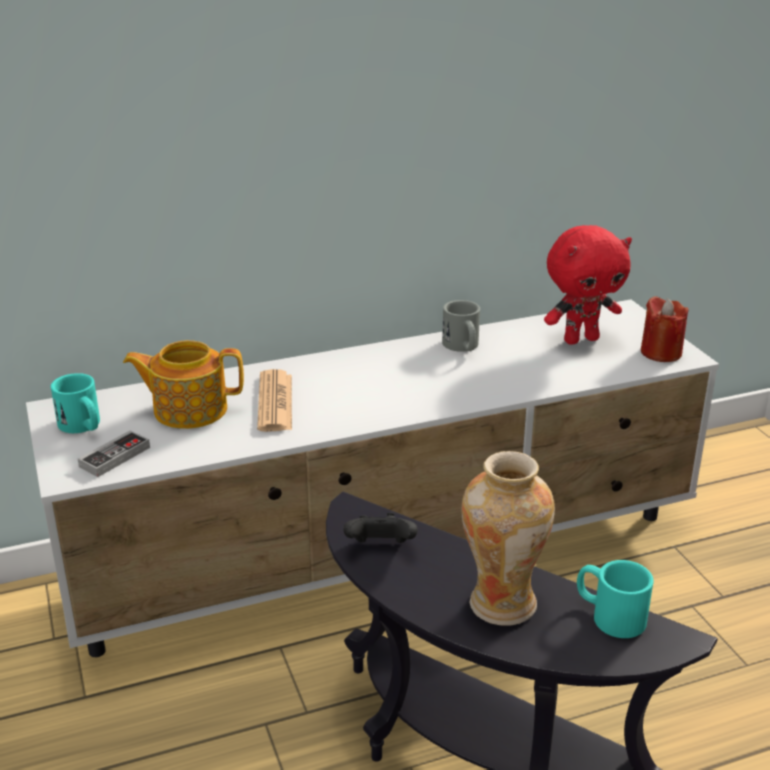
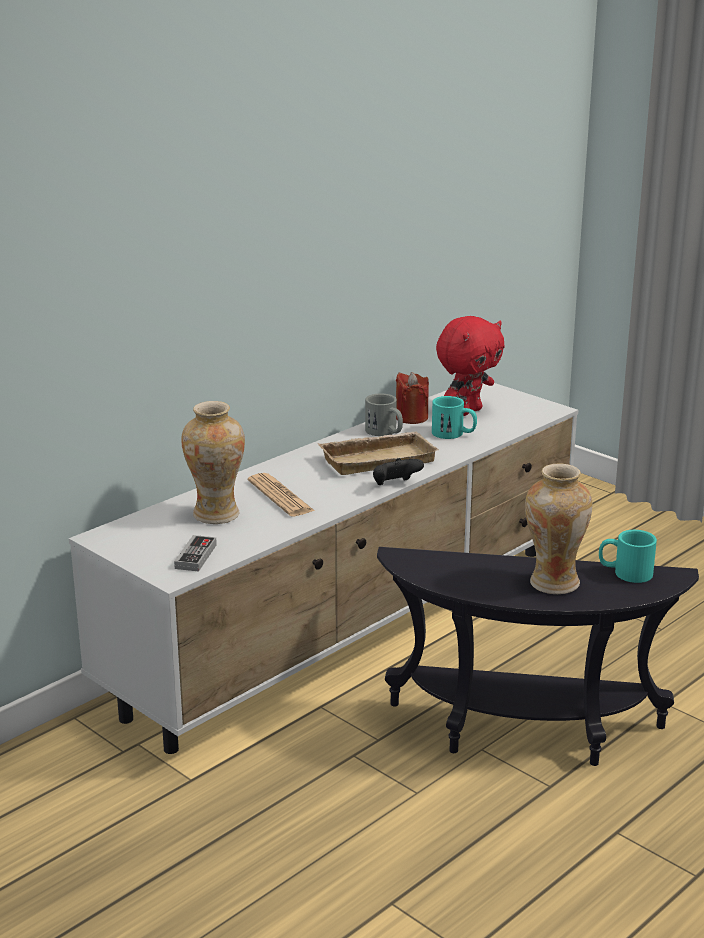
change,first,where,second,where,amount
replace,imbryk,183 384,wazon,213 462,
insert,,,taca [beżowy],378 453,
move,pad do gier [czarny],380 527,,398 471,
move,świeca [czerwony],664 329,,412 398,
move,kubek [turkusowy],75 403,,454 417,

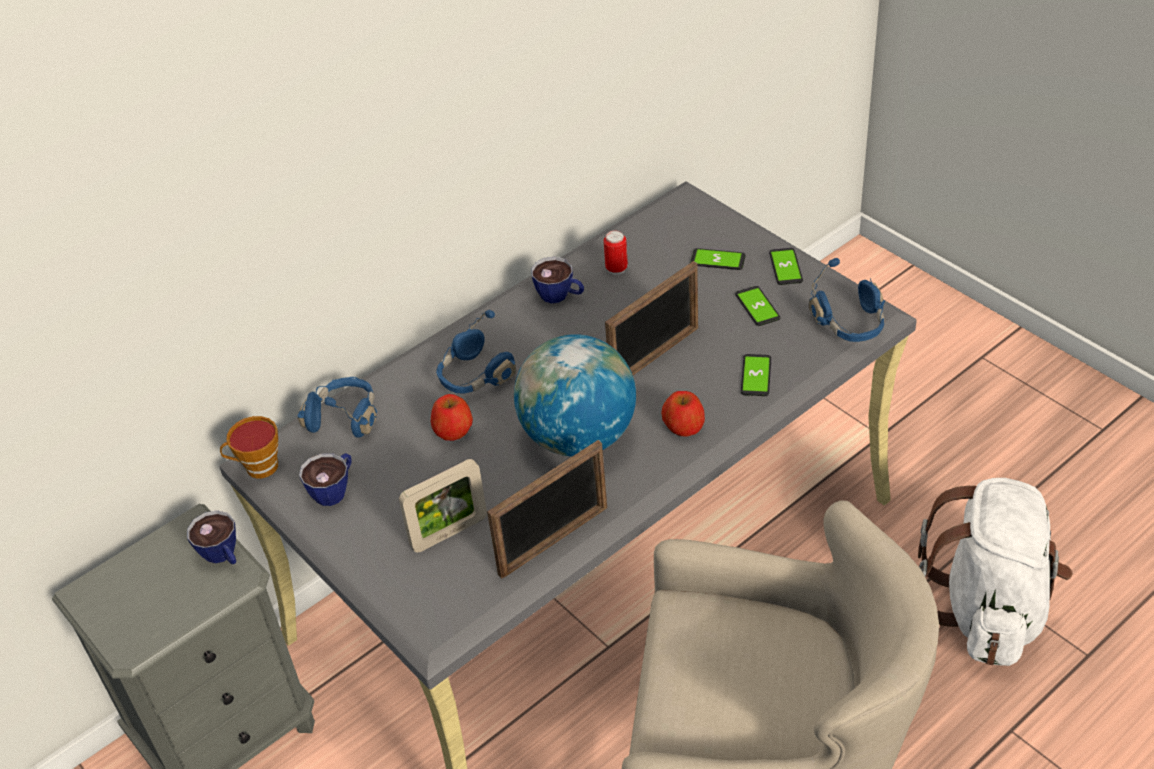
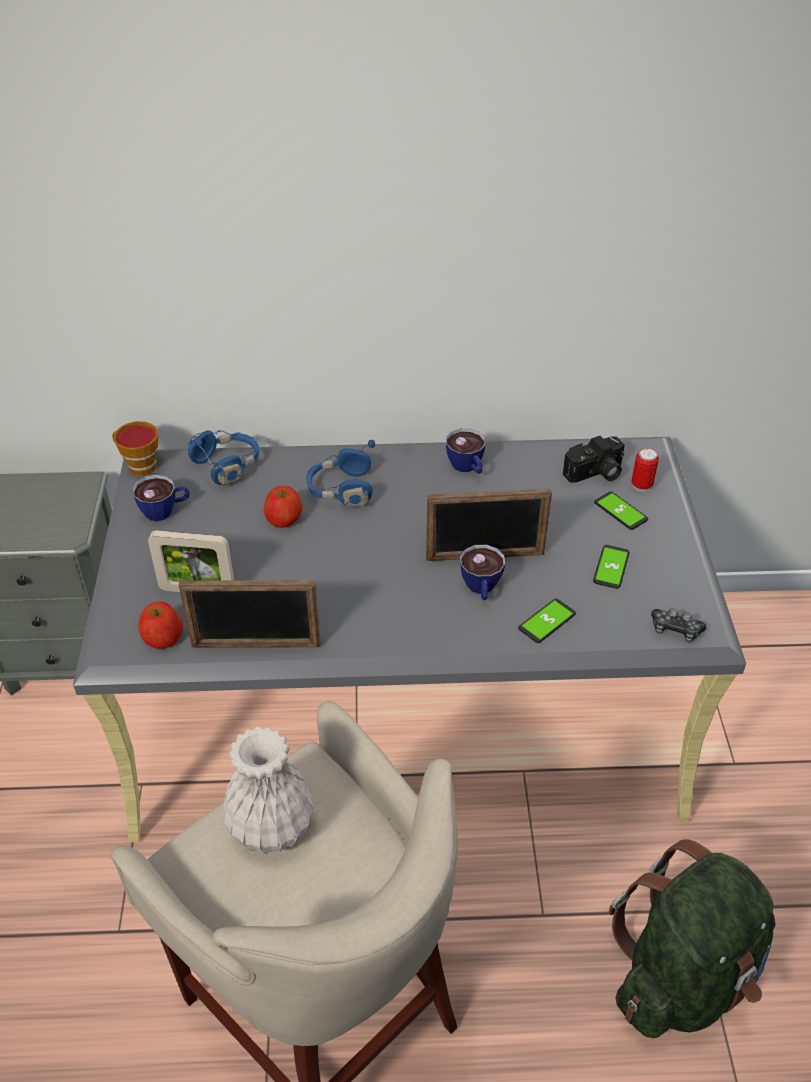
change,first,where,second,where,amount
move,jabłko,683 414,,160 625,
insert,,,wazon [biały],268 790,
move,filiżanka,211 537,,482 572,
insert,,,aparat fotograficzny,594 459,
recolor,plecak [biały],995 572,plecak [zielony],692 938,
move,puszka,616 253,,645 469,
replace,słuchawki [niebieski],847 300,pad do gier,678 625,
delete,globus,575 395,,,
delete,telefon,786 266,,,

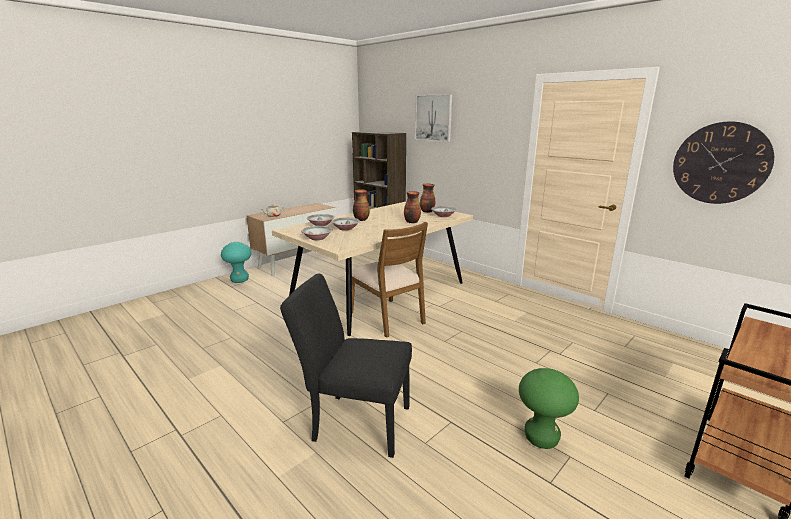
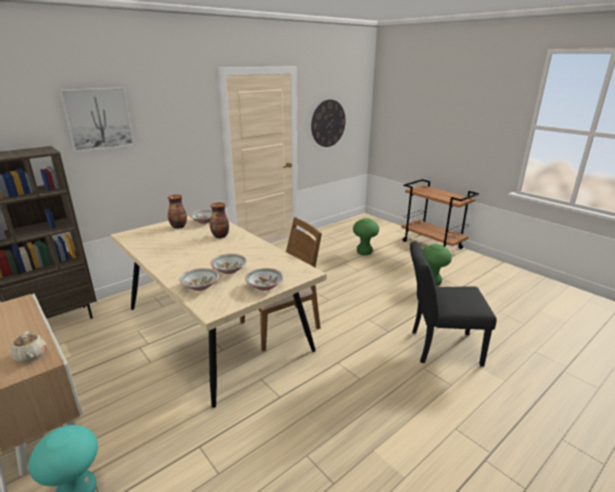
change,first,where,second,where,amount
insert,,,stołek [zielony],366 236,
rotate,krzesło [czarny],346 366,,453 304,75 degrees clockwise
delete,wazon,361 205,,,

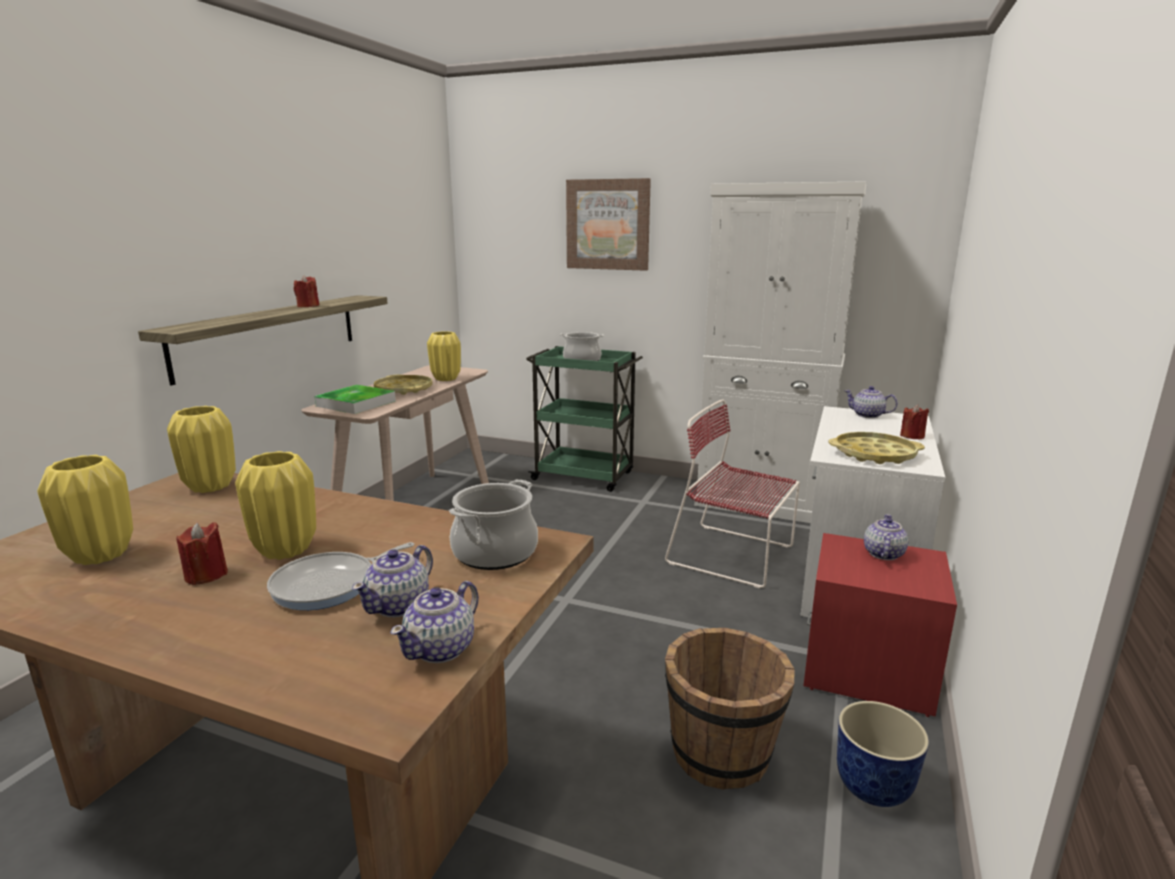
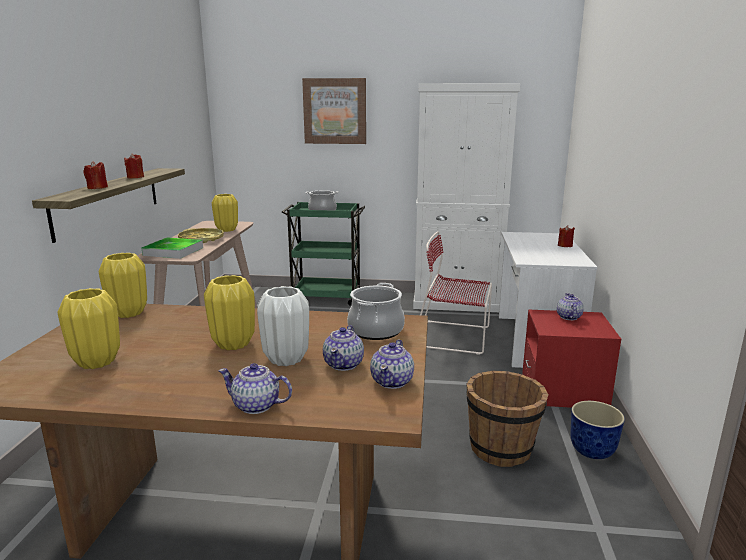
change,first,where,second,where,amount
move,świeca [czerwony],202 553,,96 175,
move,imbryk,871 402,,255 388,
replace,patelnia,340 576,wazon [biały],283 326,
delete,taca [żółty],876 448,,,

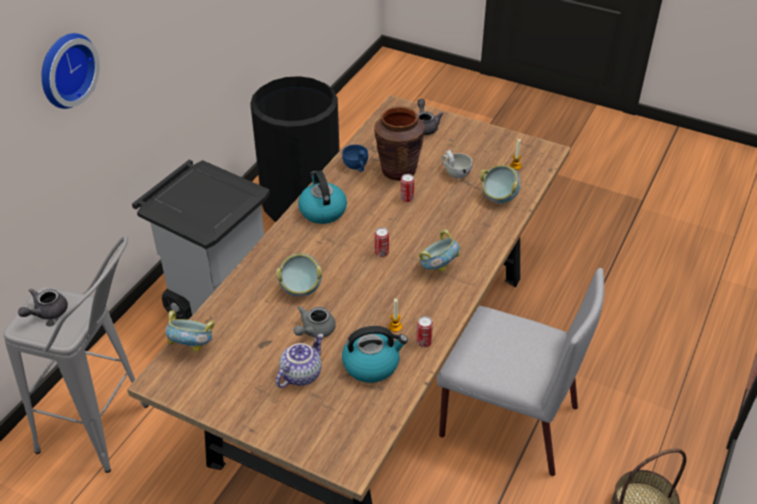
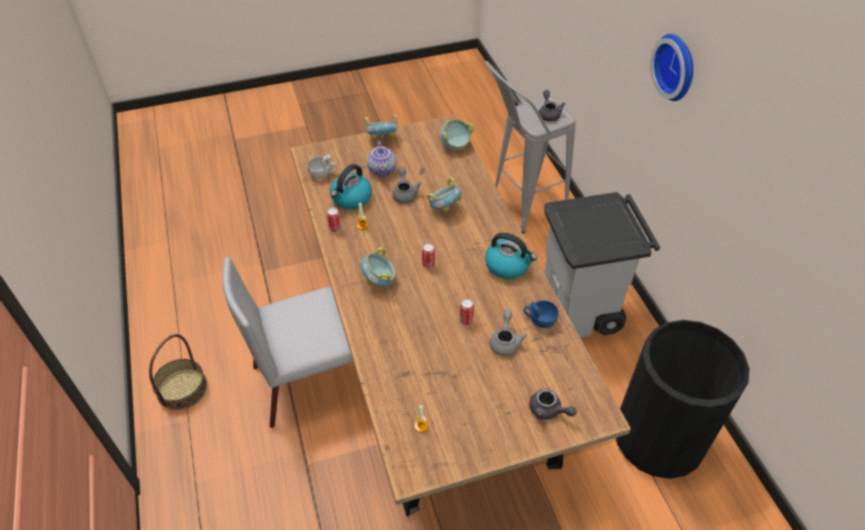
change,first,where,second,where,amount
move,filiżanka [biały],457 164,,322 166,
move,miska,500 184,,381 126,
replace,wazon [brązowy],399 143,imbryk [szary],508 333,

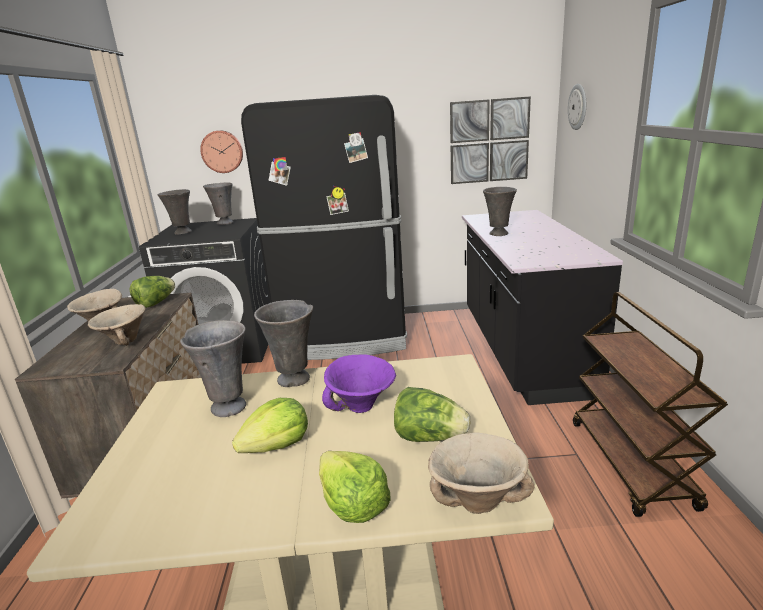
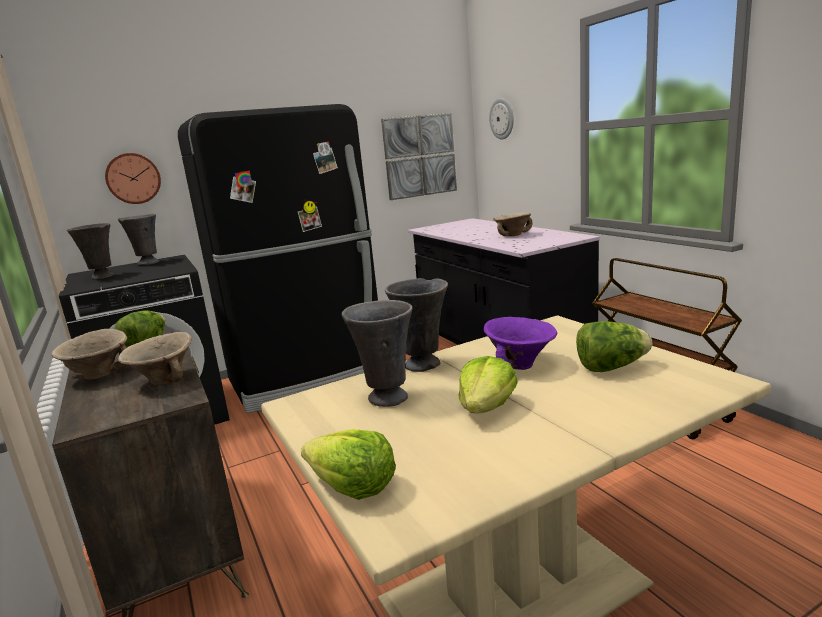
change,first,where,second,where,amount
move,sałata,355 487,,348 464,
move,miska [beżowy],481 473,,513 224,
delete,wazon [szary],500 211,,,

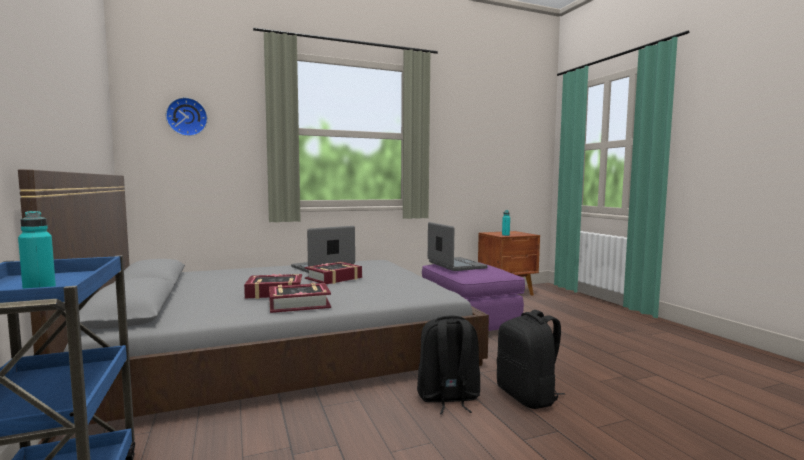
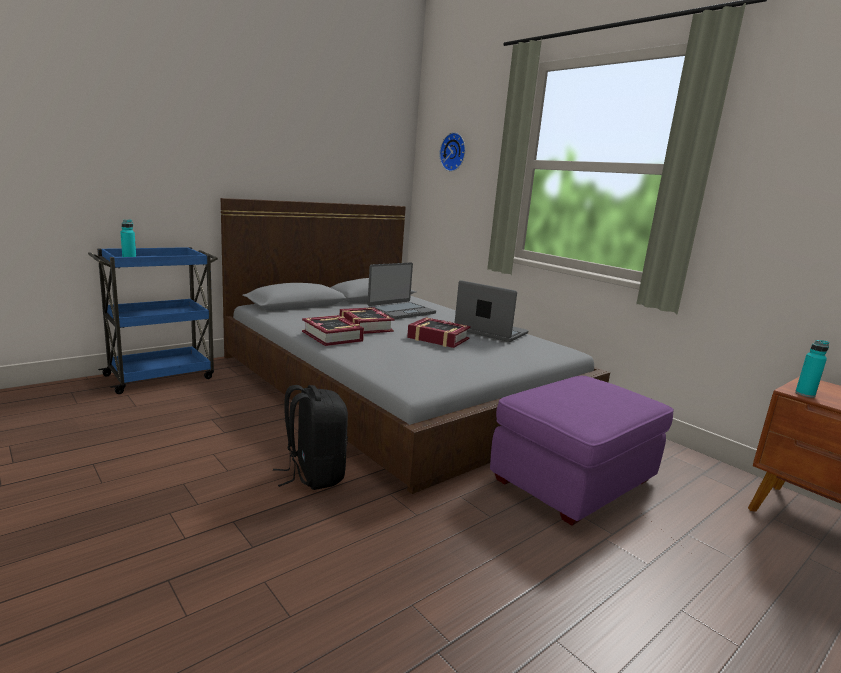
change,first,where,second,where,amount
move,laptop,458 246,,402 290,
delete,plecak [czarny],531 359,,,

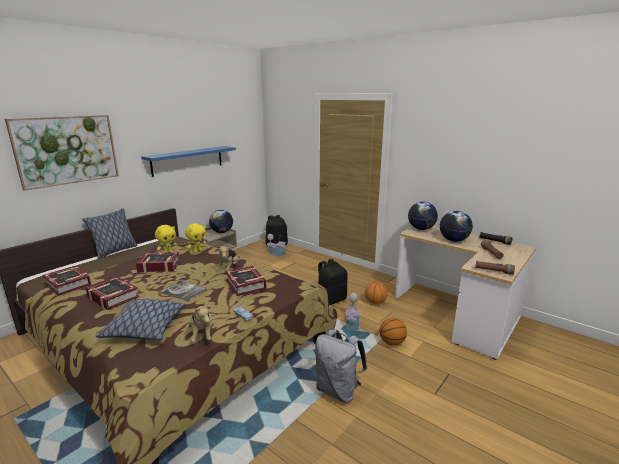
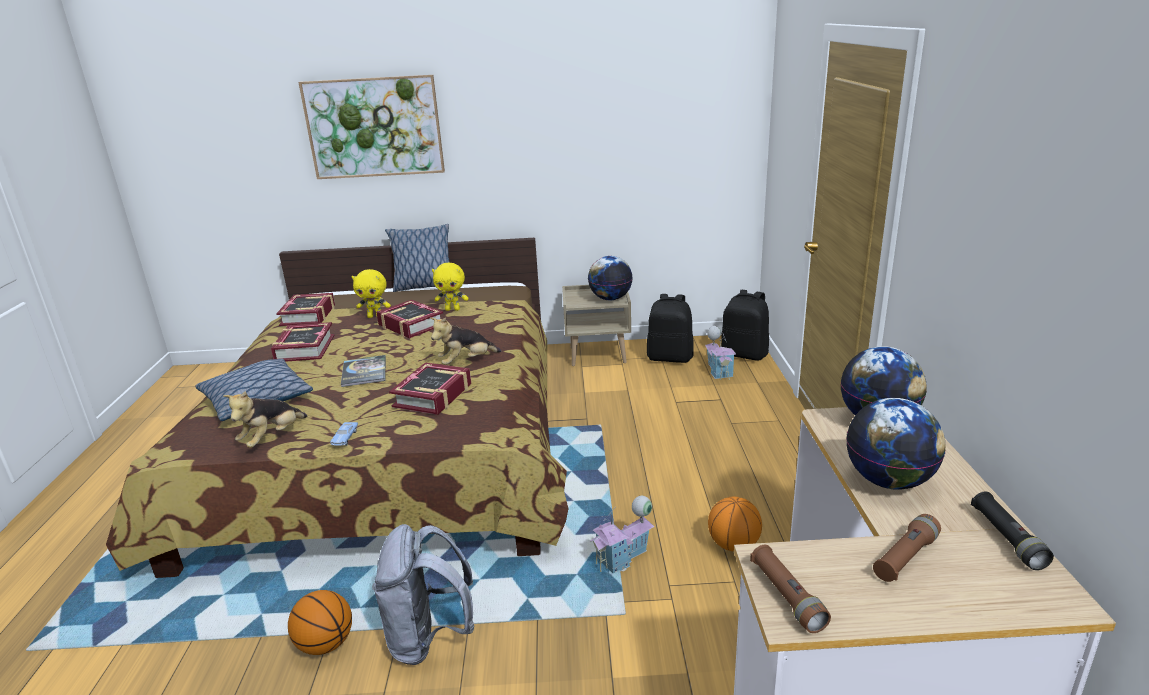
change,first,where,second,where,amount
move,piłka do koszykówki,393 332,,320 622,
move,pluszak [żółty],196 238,,371 293,
move,plecak [czarny],333 282,,670 328,
delete,półka [niebieski],188 161,,,

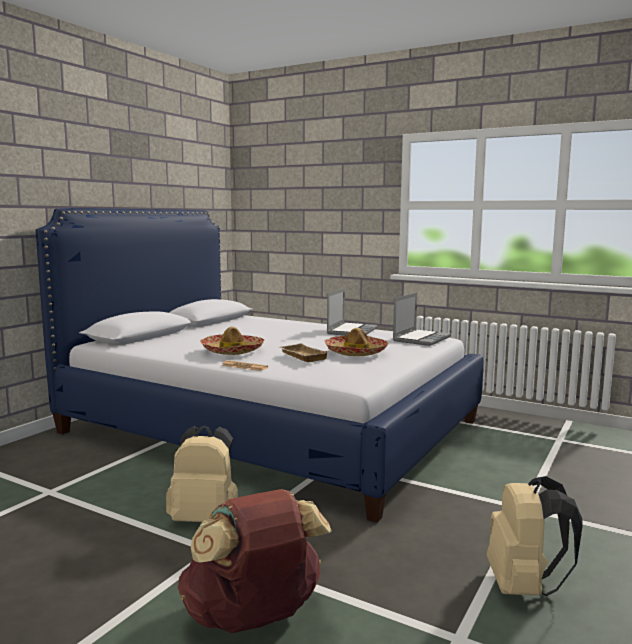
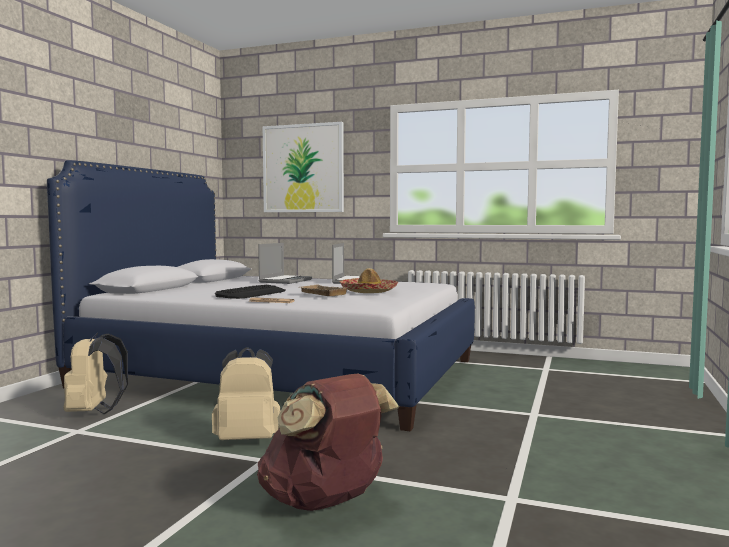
change,first,where,second,where,amount
move,plecak [beżowy],535 536,,96 373,
replace,kapelusz,232 340,klawiatura,250 292,
move,laptop,422 319,,285 263,
insert,,,obraz,303 167,

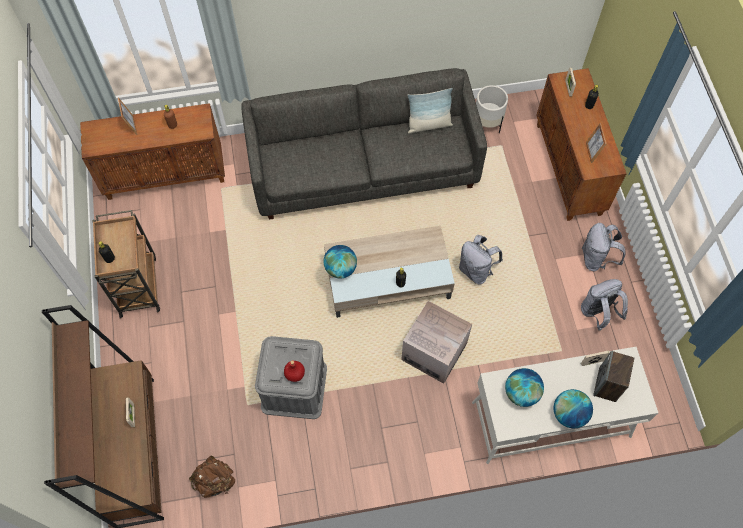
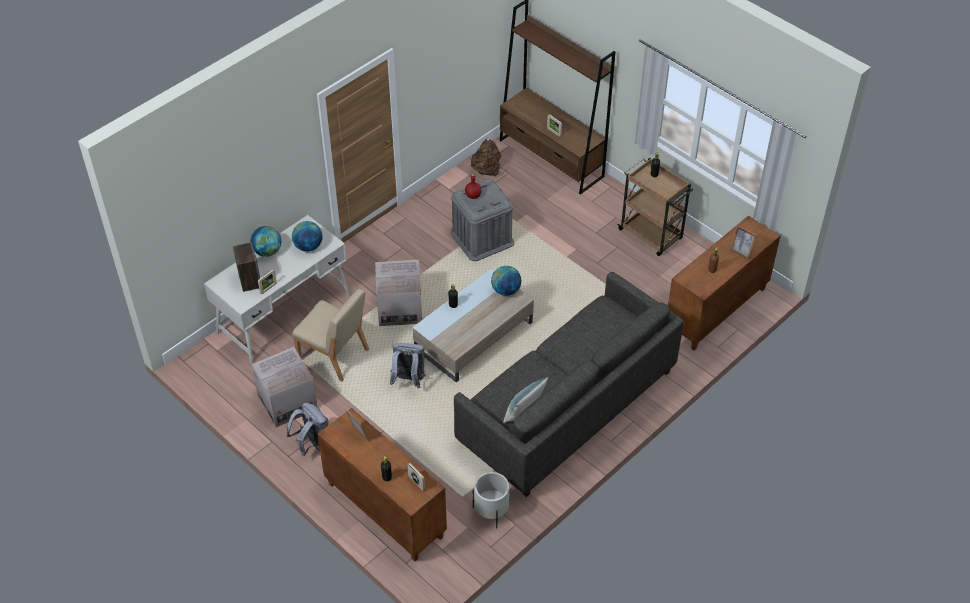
change,first,where,second,where,amount
replace,plecak [szary],604 304,karton,284 387,
insert,,,krzesło [beżowy],330 335,

